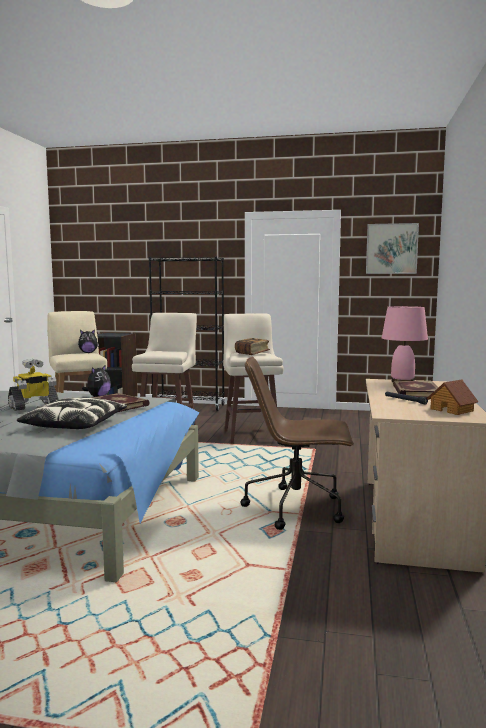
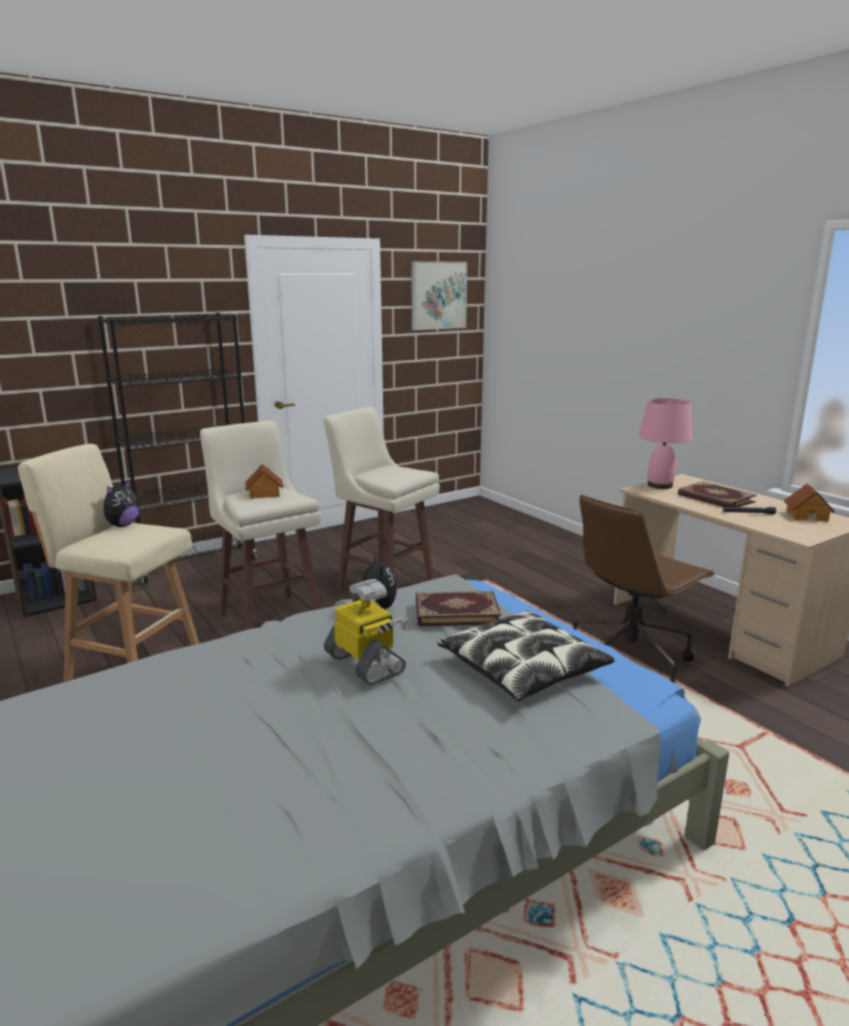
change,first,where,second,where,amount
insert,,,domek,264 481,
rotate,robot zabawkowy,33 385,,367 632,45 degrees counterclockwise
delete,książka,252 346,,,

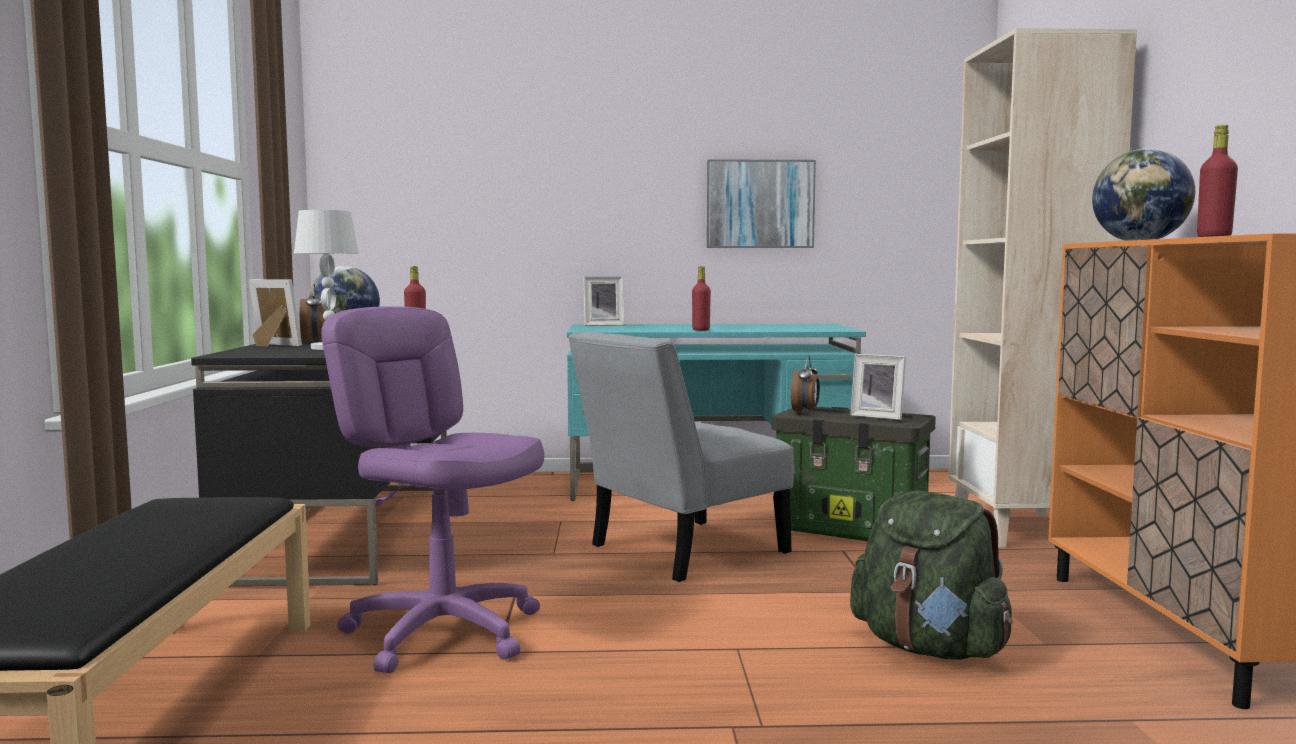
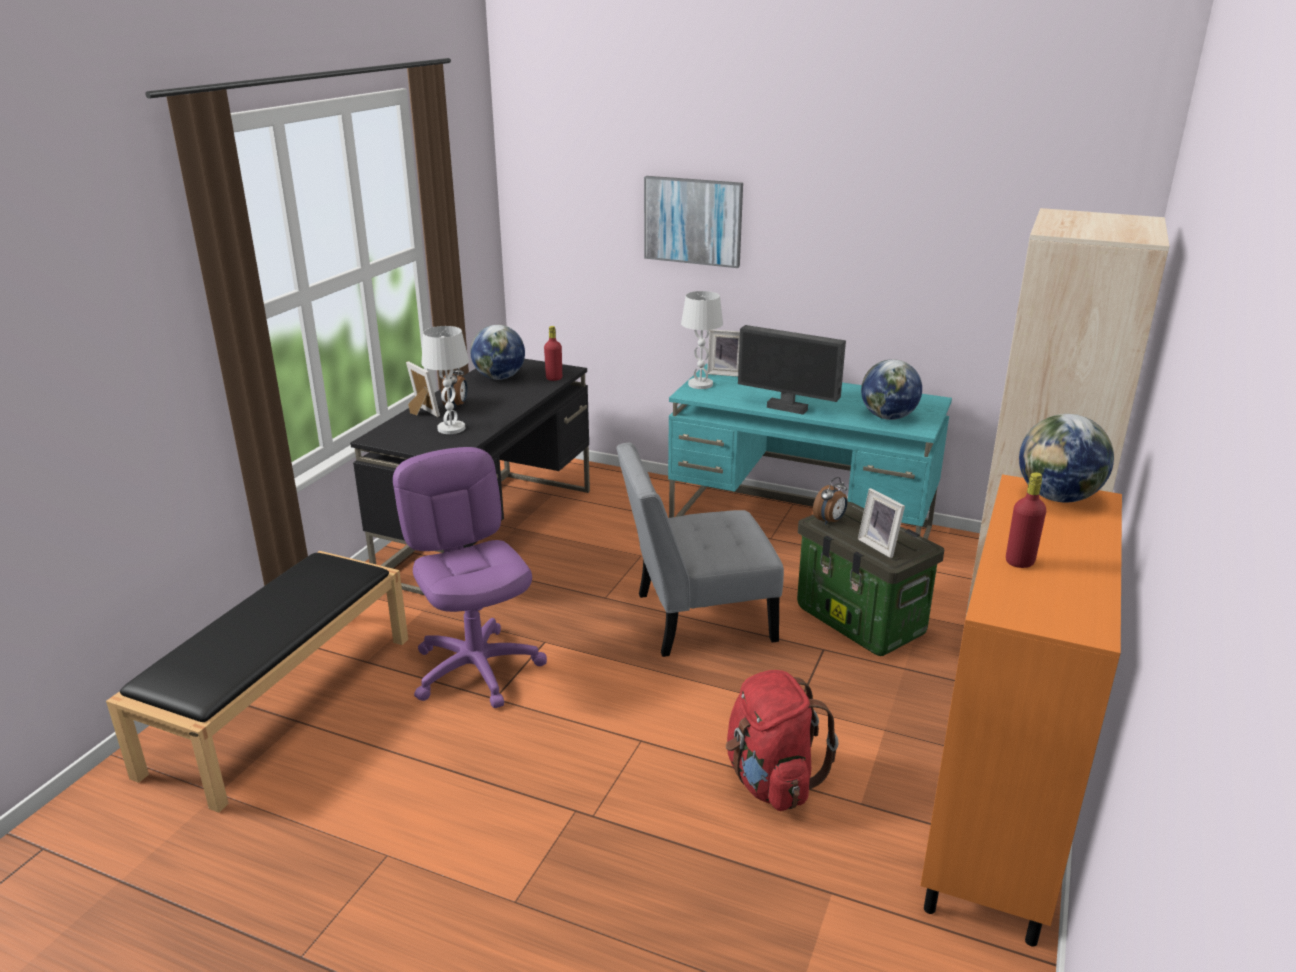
change,first,where,second,where,amount
move,obraz,761 203,,693 222,
insert,,,lampa stołowa [biały],702 340,
recolor,plecak [zielony],931 575,plecak [czerwony],782 740,
replace,butelka [czerwony],701 298,monitor,792 370,
insert,,,globus,891 389,

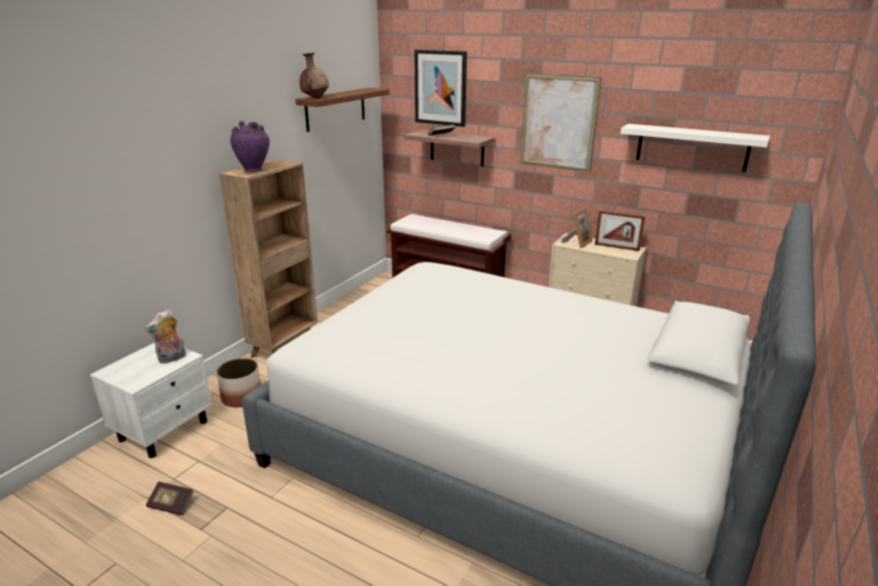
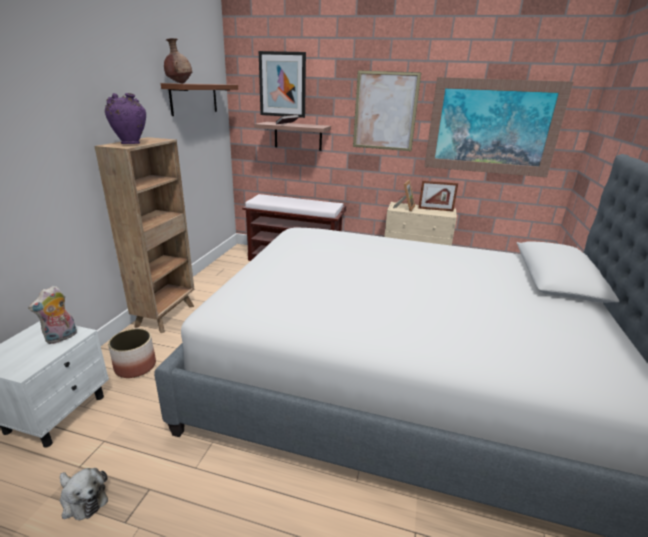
change,first,where,second,where,amount
replace,książka,170 498,pluszak,84 494,
replace,półka [biały],695 148,obraz,498 127,

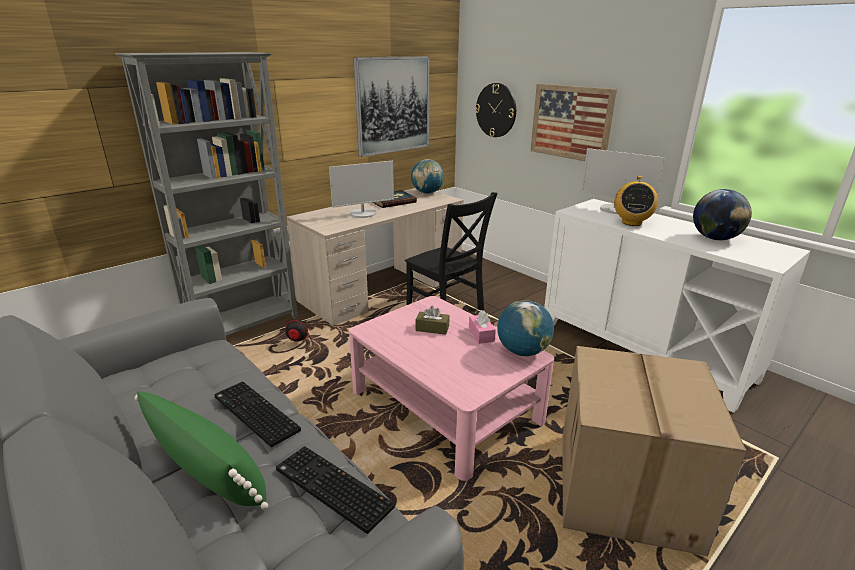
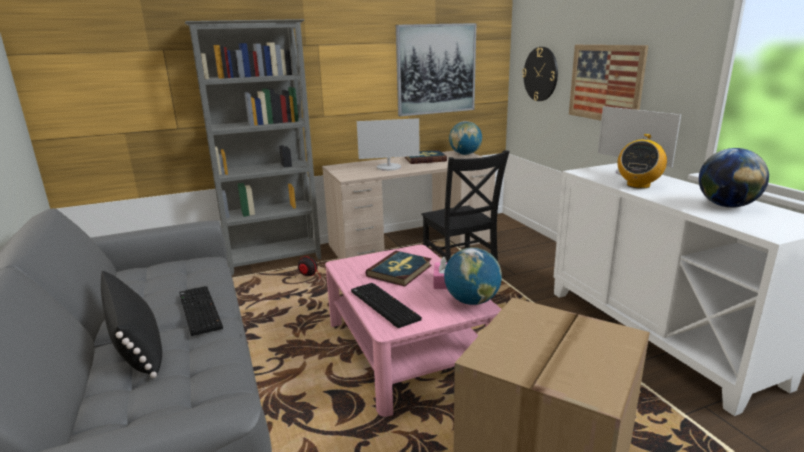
change,first,where,second,where,amount
recolor,poduszka [zielony],201 450,poduszka [czarny],131 324,
move,klawiatura,335 490,,386 305,
replace,pudełko chusteczek [brązowy],432 320,książka,399 269,

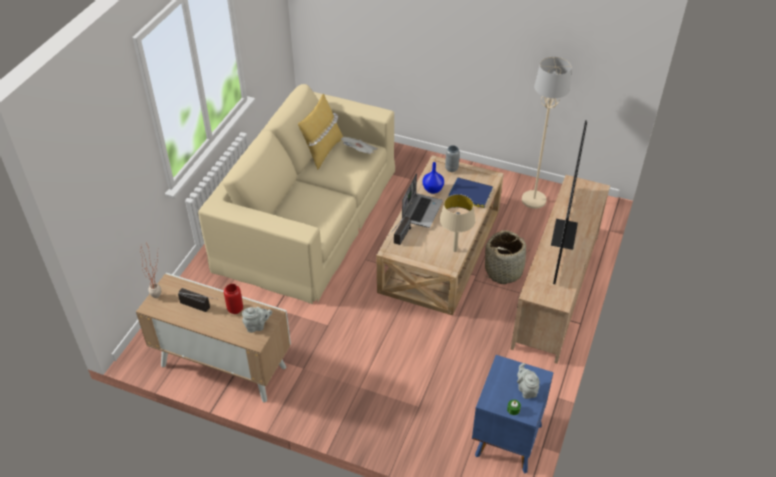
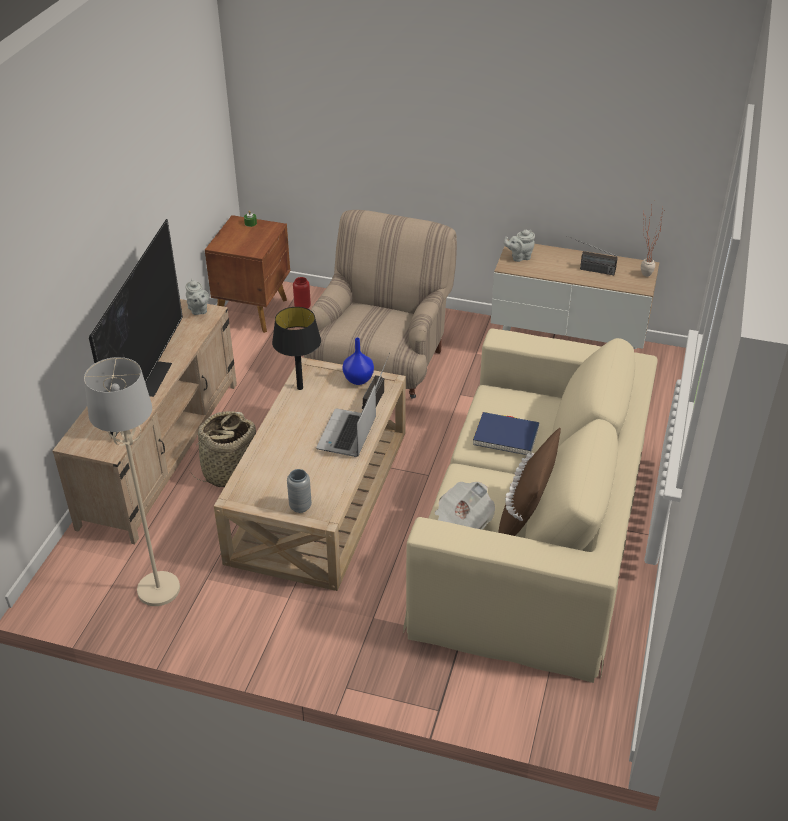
change,first,where,second,where,amount
move,imbryk [szary],528 381,,197 297,
recolor,szafka nocna [niebieski],513 414,szafka nocna [brązowy],247 274,
recolor,lampa stołowa [beżowy],457 223,lampa stołowa [czarny],296 348,
move,wazon [czerwony],233 299,,302 293,
insert,,,fotel [beżowy],380 304,
move,wazon [niebieski],433 178,,358 361,
move,książka [niebieski],470 192,,506 433,
recolor,poduszka [żółty],320 132,poduszka [brązowy],529 482,

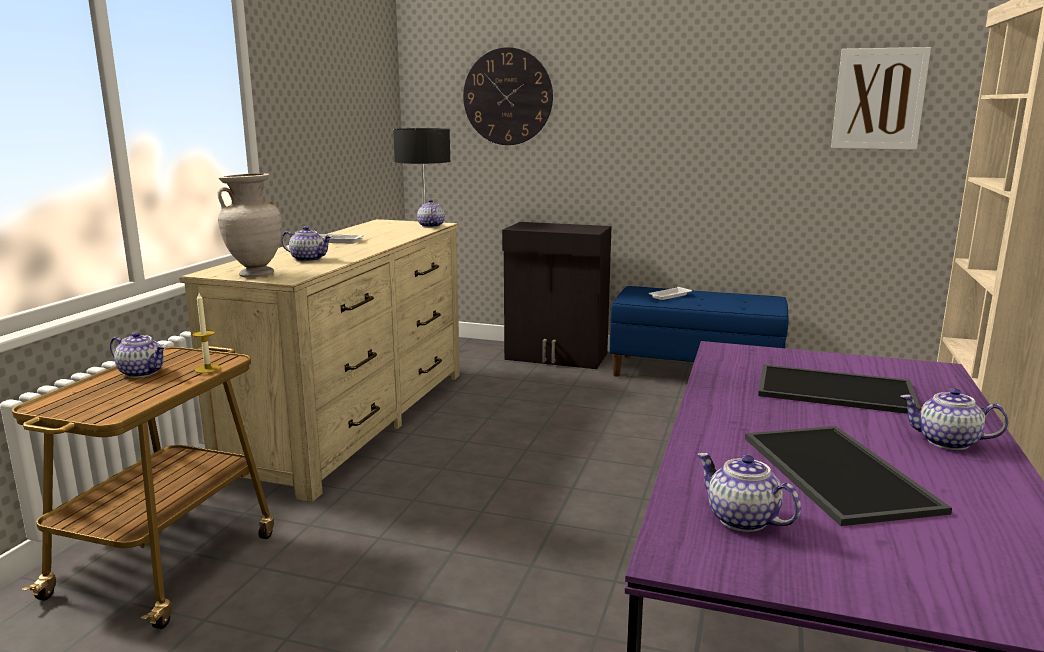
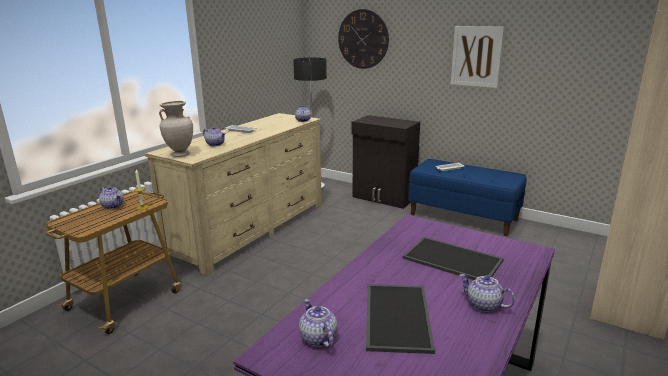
change,first,where,second,where,amount
move,obraz,881 98,,477 57,

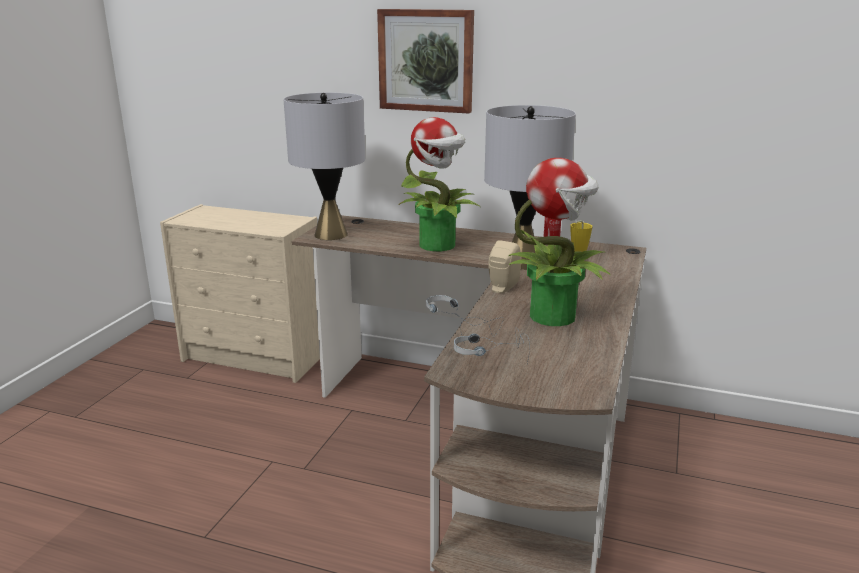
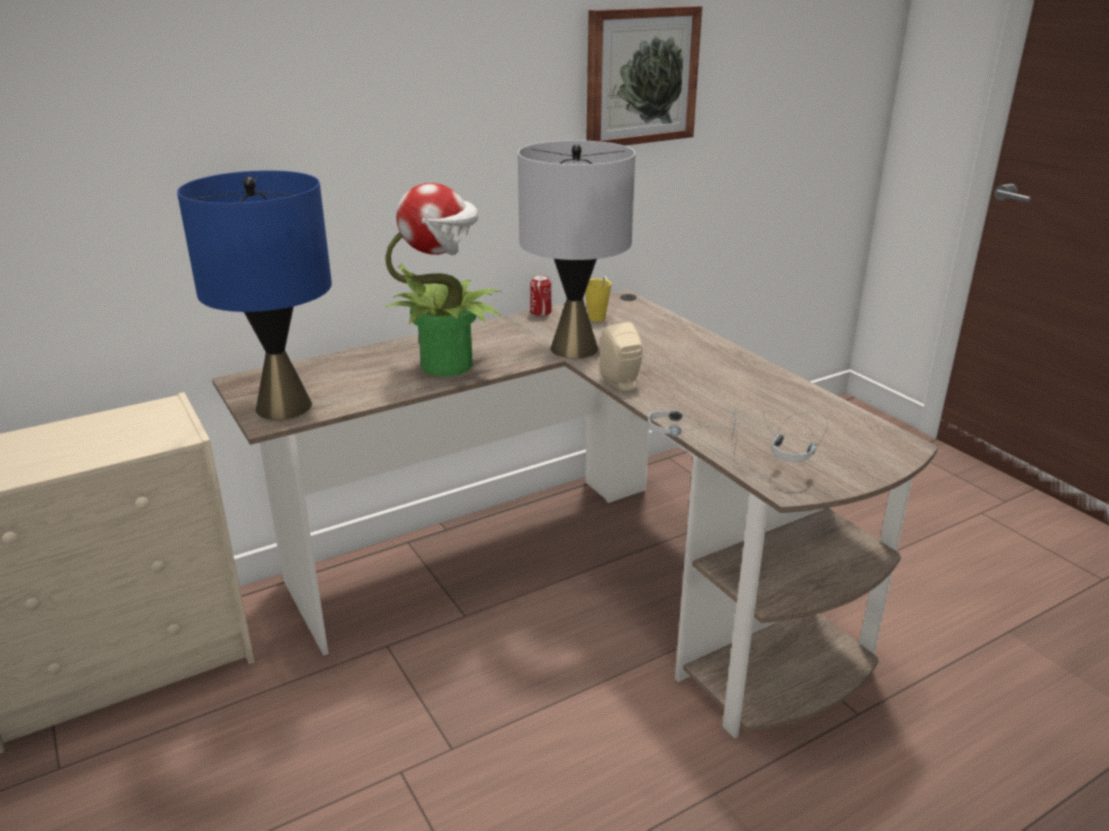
change,first,where,second,where,amount
recolor,lampa stołowa [szary],324 166,lampa stołowa [niebieski],254 294,
move,obraz,425 61,,644 76,
delete,roślina doniczkowa,559 242,,,

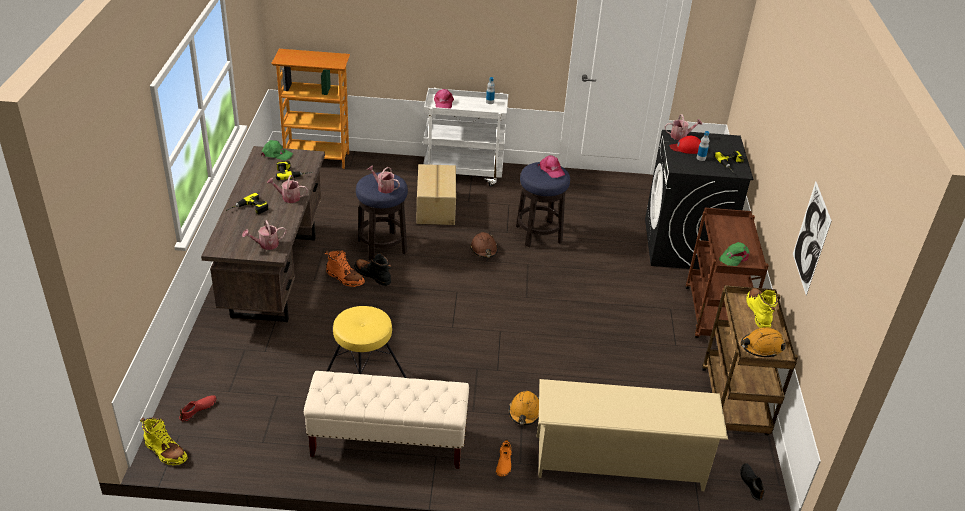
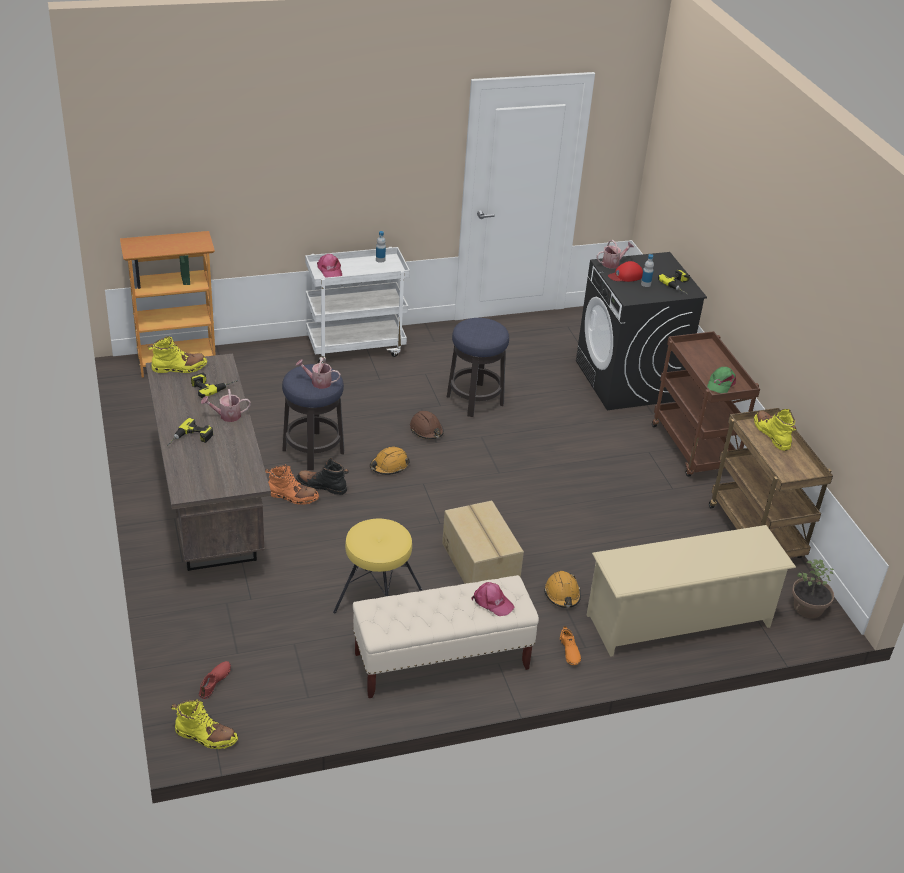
change,first,where,second,where,amount
replace,czapka z daszkiem [zielony],277 150,but z cholewką [żółty],177 354,
move,kask [pomarańczowy],763 342,,390 461,
move,karton,436 194,,483 542,
move,czapka z daszkiem [różowy],551 166,,493 599,
replace,but [czarny],752 482,roślina doniczkowa,813 589,
delete,konewka,264 235,,,
delete,obraz,812 238,,,

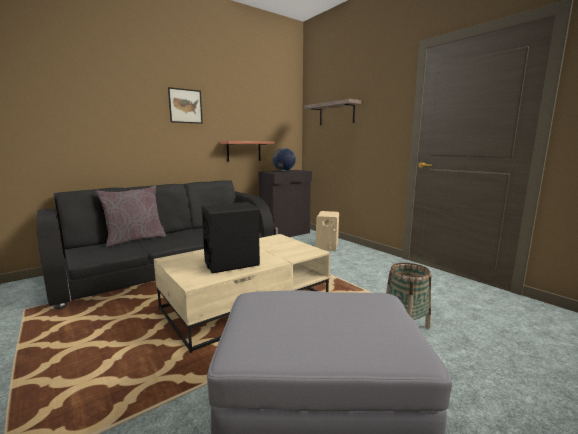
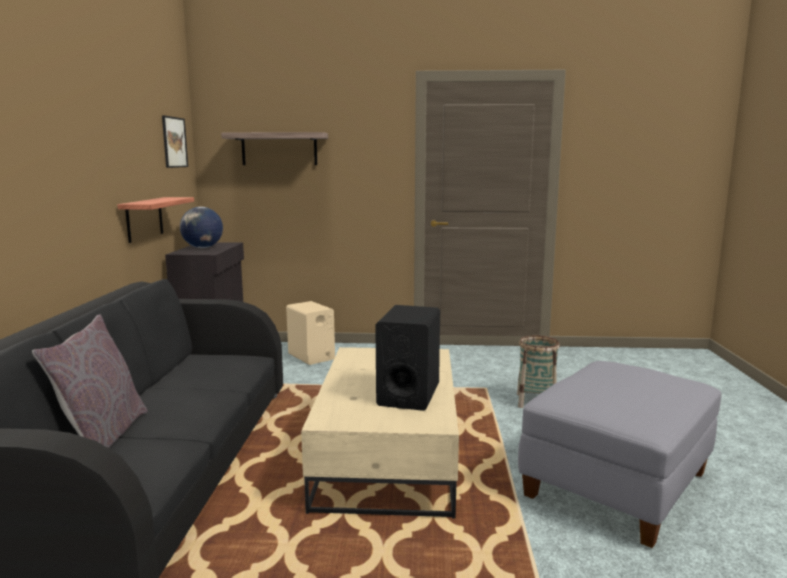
change,first,where,second,where,amount
move,obraz,185 105,,175 141,

